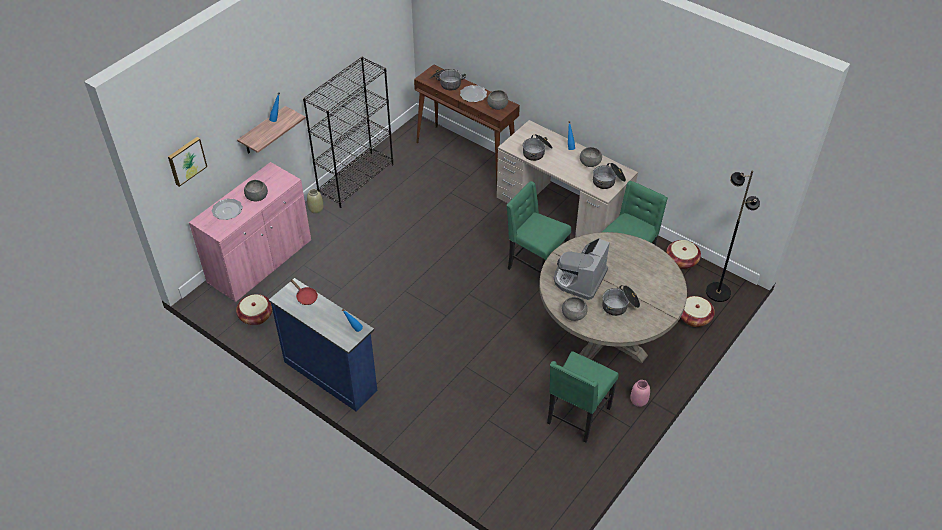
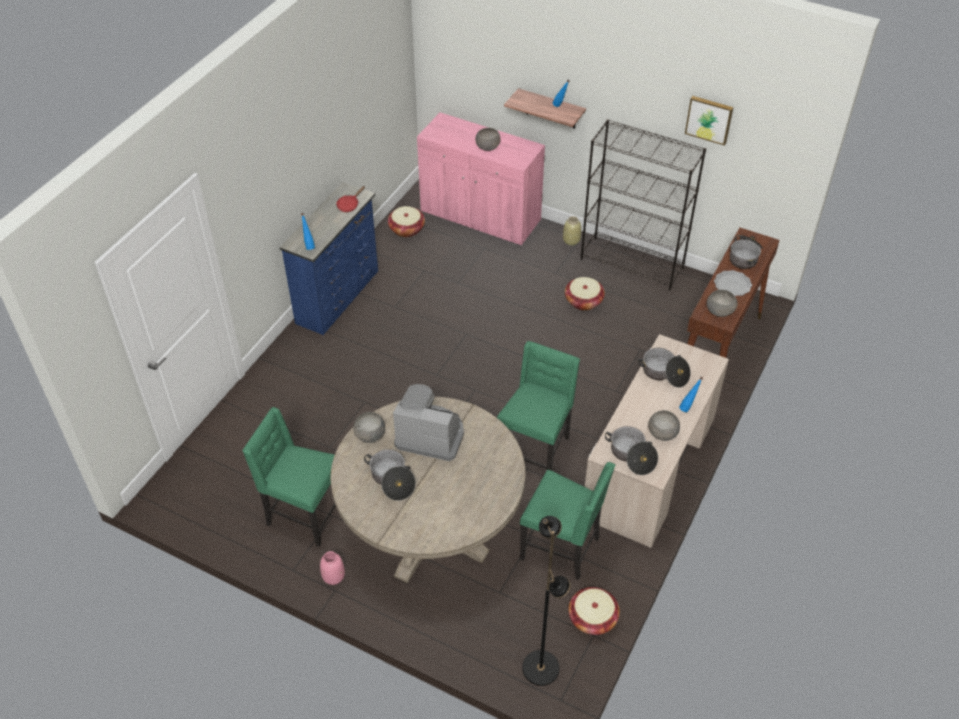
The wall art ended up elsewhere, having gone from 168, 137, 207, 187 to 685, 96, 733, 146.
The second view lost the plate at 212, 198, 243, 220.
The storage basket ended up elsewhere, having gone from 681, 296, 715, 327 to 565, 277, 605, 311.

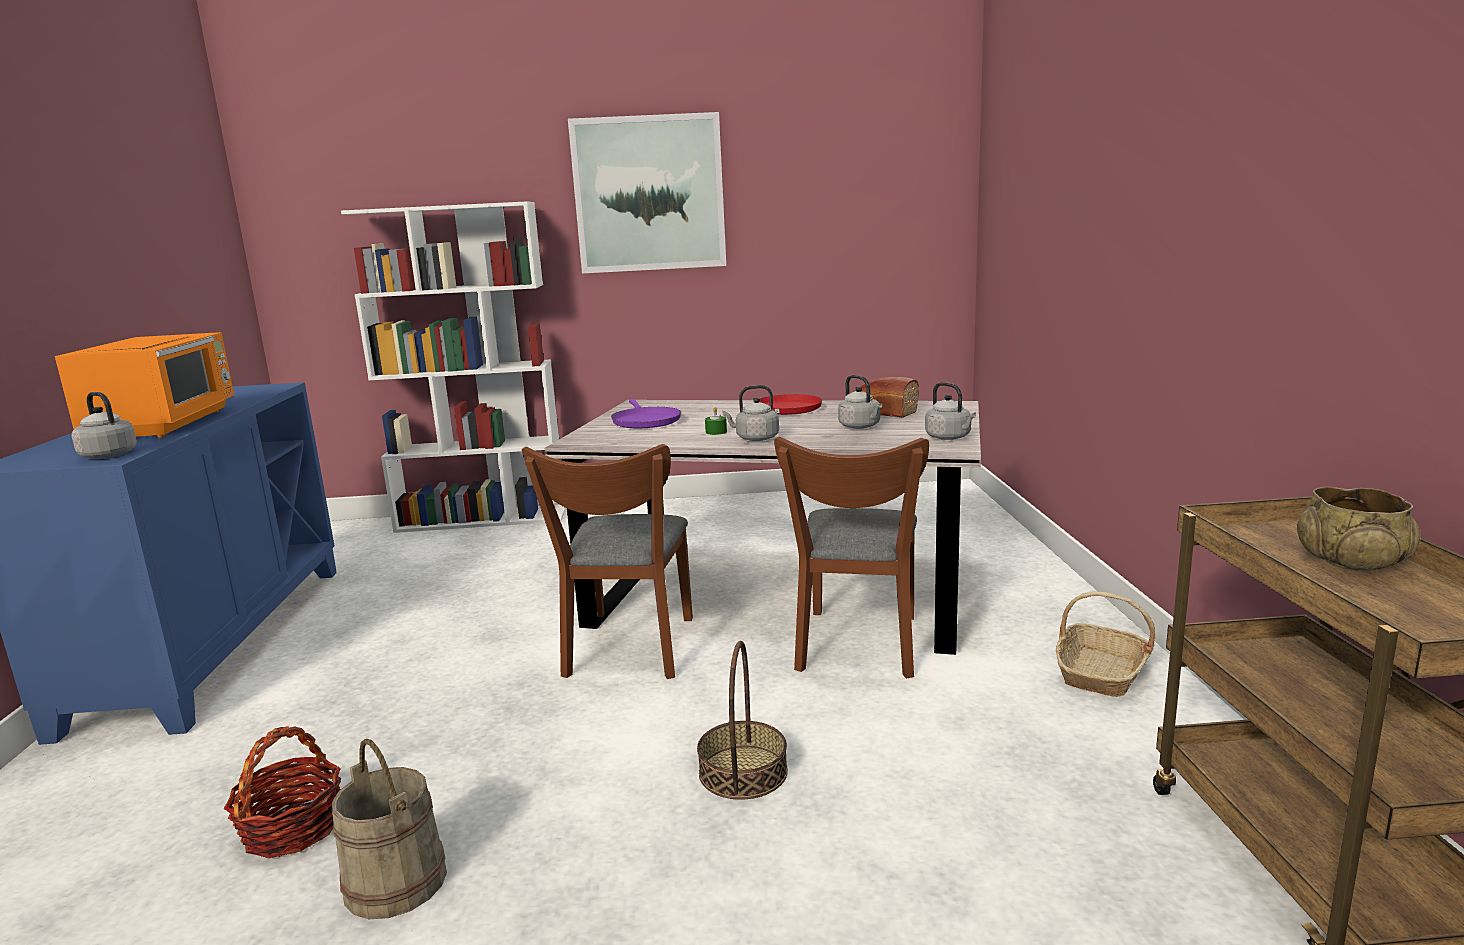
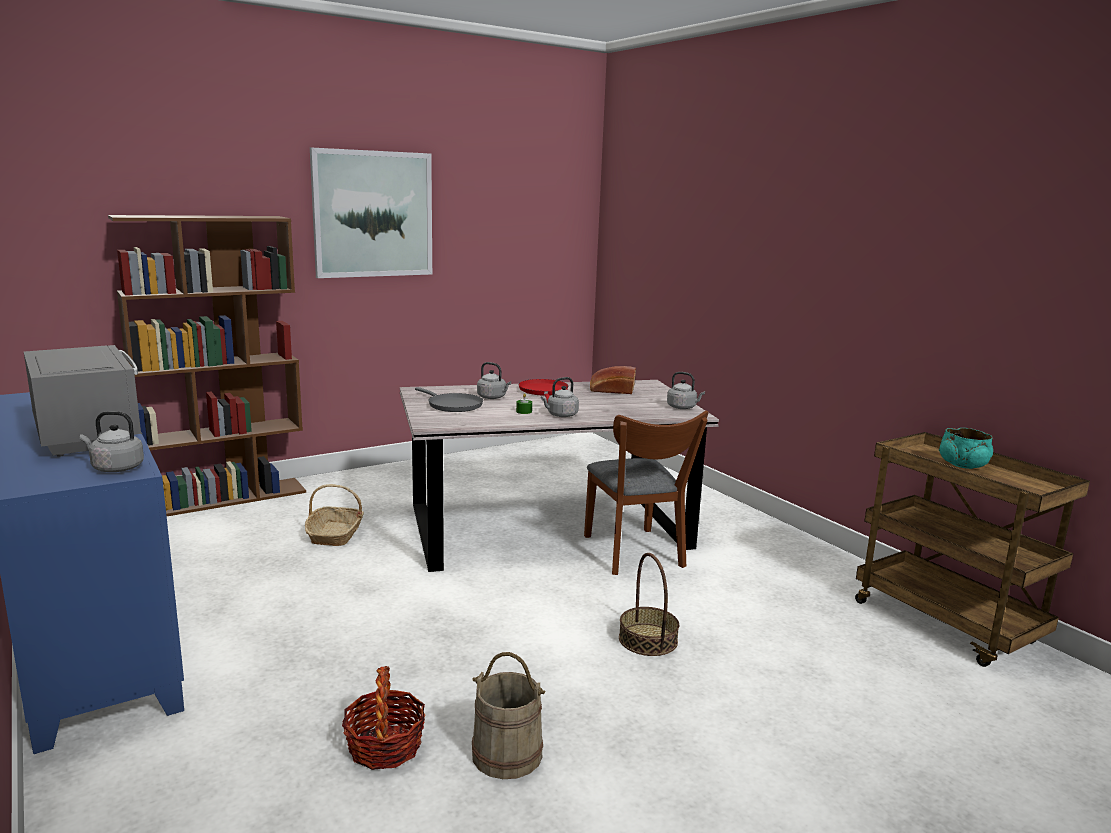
What was the microwave in orangey at 55, 332, 234, 438 turned into the microwave in grey at 24, 345, 142, 457.
What was the bookcase in white-coloured at 341, 201, 566, 533 turned into the bookcase in brown at 108, 215, 306, 516.
The second view lost the upright chair in brown at 522, 444, 693, 679.
What was the frying pan in purple at 611, 399, 681, 428 turned into the frying pan in grey at 415, 387, 483, 412.
The water kettle in grey ended up elsewhere, having gone from 838, 375, 882, 429 to 477, 362, 511, 399.
The storage basket ended up elsewhere, having gone from 1056, 592, 1155, 697 to 305, 484, 364, 546.
What was the serving bowl in beige at 1297, 487, 1420, 571 turned into the serving bowl in blue-green at 939, 428, 993, 469.

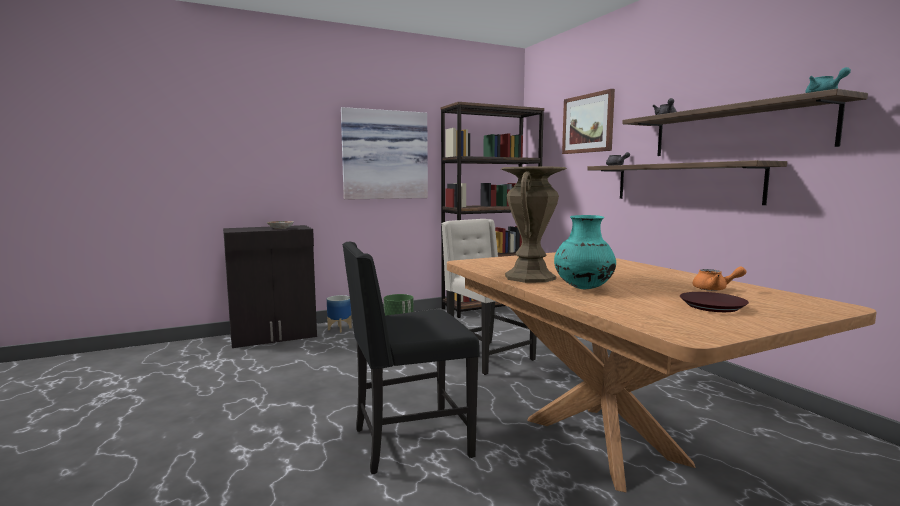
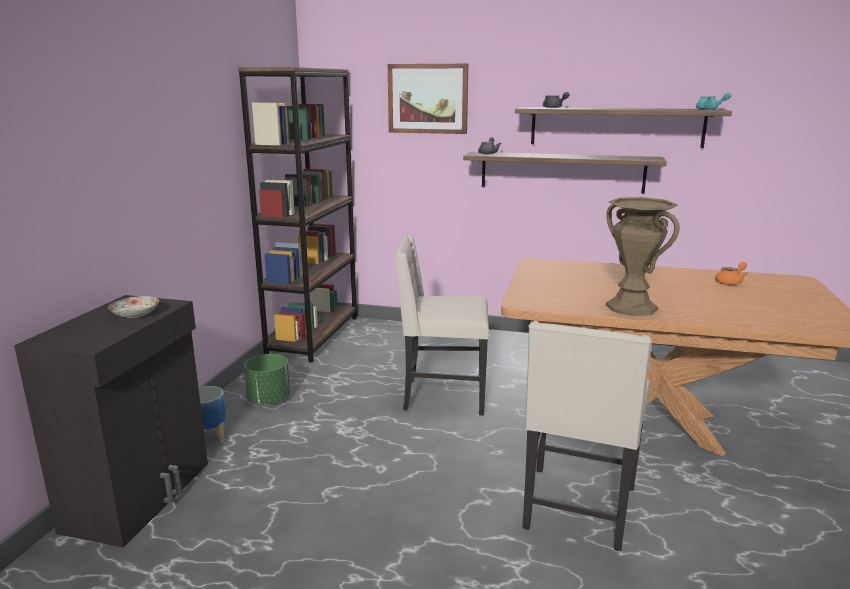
The second view lost the wall art at 341, 107, 428, 200.
What was the upright chair in black-coloured at 342, 242, 480, 474 turned into the upright chair in beige at 523, 321, 652, 551.
The second view lost the decorative vase in blue-green at 554, 215, 616, 289.
The second view lost the plate in brown at 680, 292, 749, 312.

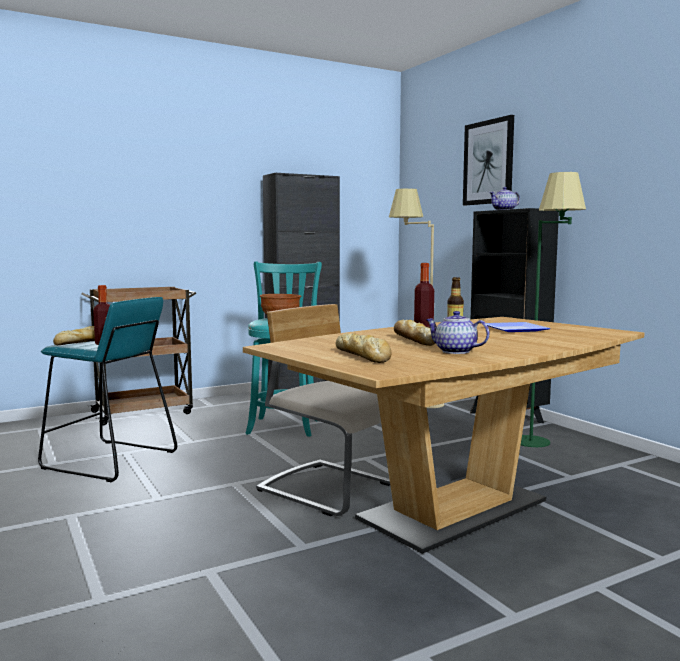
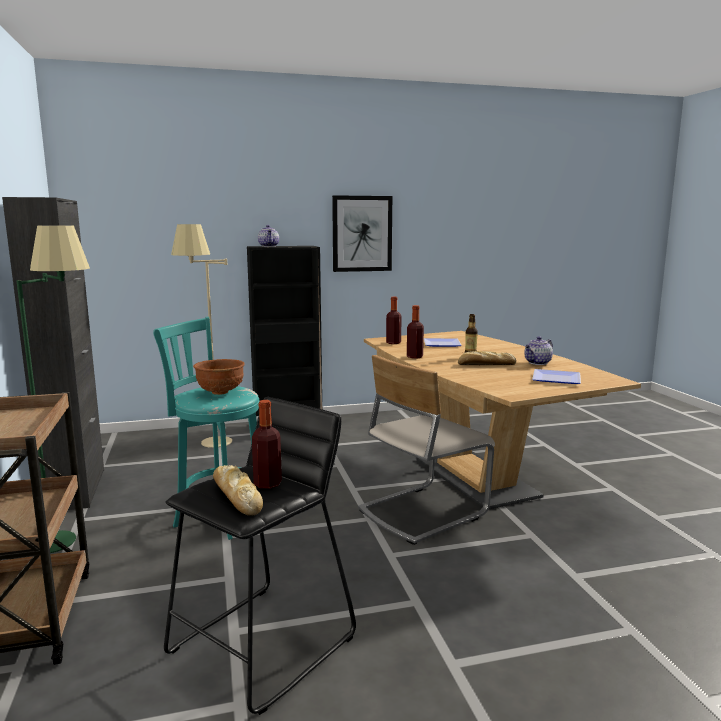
What was the sitting stool in blue-green at 38, 297, 177, 482 turned into the sitting stool in black-coloured at 164, 397, 356, 715.
Where the bread stood at 336, 333, 391, 363, the plate came to stand at 532, 369, 581, 384.
The wall art ended up elsewhere, having gone from 463, 115, 514, 205 to 332, 195, 392, 272.
The floor lamp in green ended up elsewhere, having gone from 521, 172, 586, 447 to 17, 225, 90, 553.
The second view gained the beverage bottle at 386, 297, 402, 344.

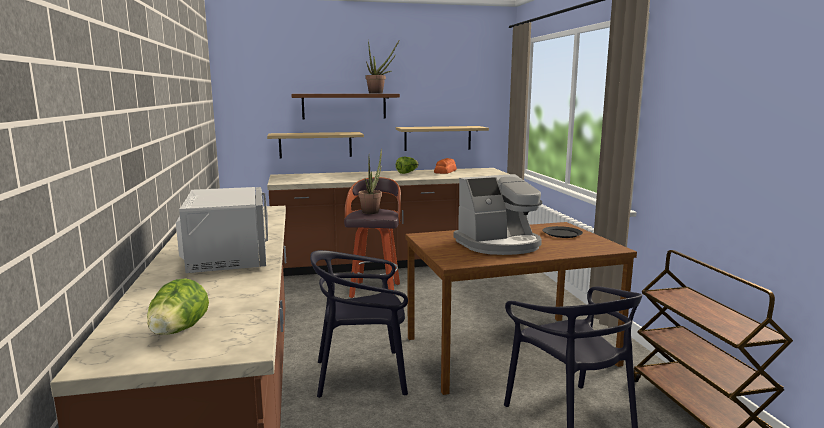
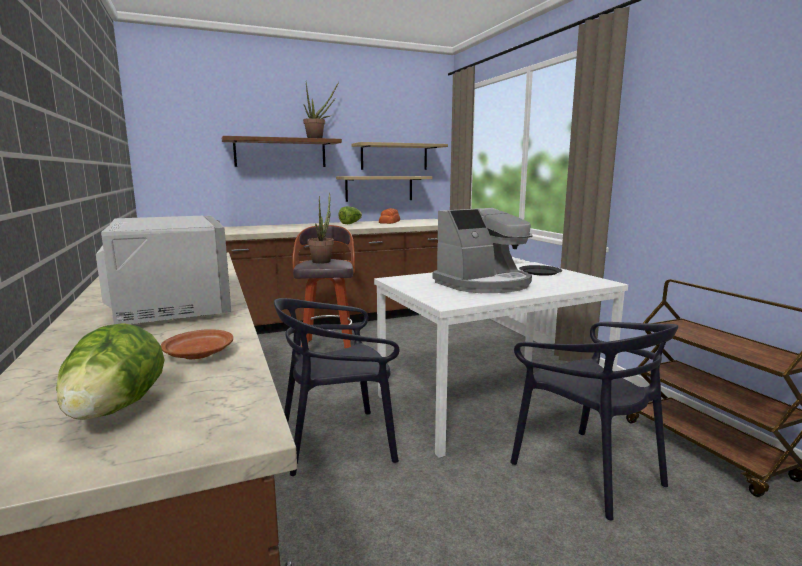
The bracket shelf ended up elsewhere, having gone from 267, 132, 364, 158 to 352, 142, 448, 170.
What was the dining table in brown at 405, 222, 637, 395 turned into the dining table in white-coloured at 374, 262, 628, 458.
The second view gained the plate in brown at 161, 329, 233, 359.

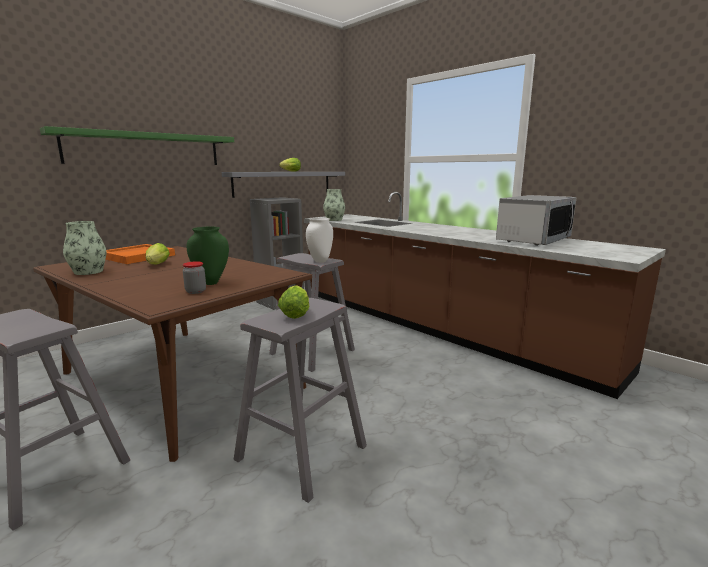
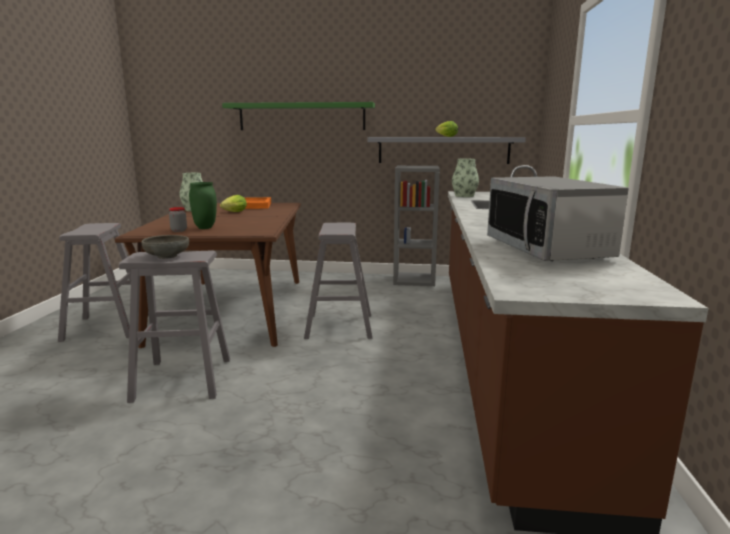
Where the lettuce head stood at 278, 285, 309, 319, the serving bowl in grey came to stand at 141, 235, 189, 259.
The second view lost the decorative vase in white-coloured at 306, 218, 333, 263.
The microwave at 496, 195, 577, 246 ended up facing another way, 75 degrees clockwise from before.

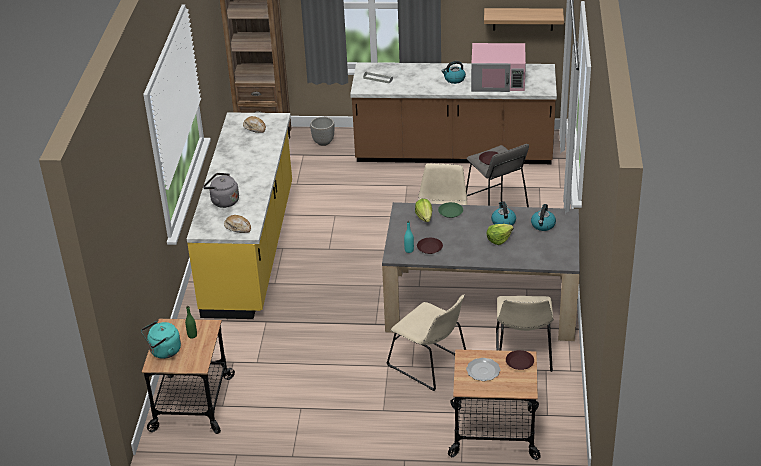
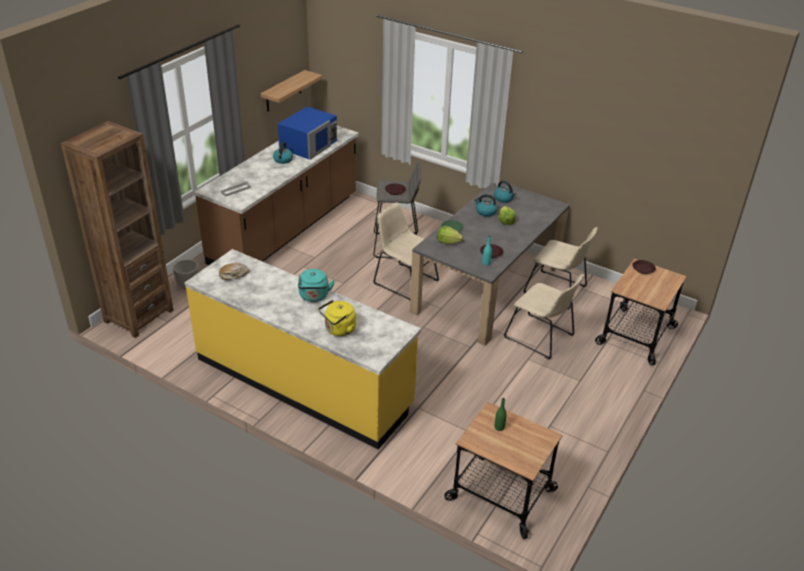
The water kettle in blue-green ended up elsewhere, having gone from 141, 321, 181, 359 to 298, 269, 335, 302.
What was the water kettle in grey at 203, 173, 239, 208 turned into the water kettle in yellowish at 318, 300, 356, 336.
The second view lost the bread at 224, 215, 251, 233.
The upright chair in beige at 387, 295, 466, 391 ended up facing another way, 60 degrees clockwise from before.
The second view lost the plate at 466, 358, 500, 381.
What was the microwave in pinkish at 471, 43, 526, 92 turned into the microwave in blue-coloured at 278, 106, 337, 160.

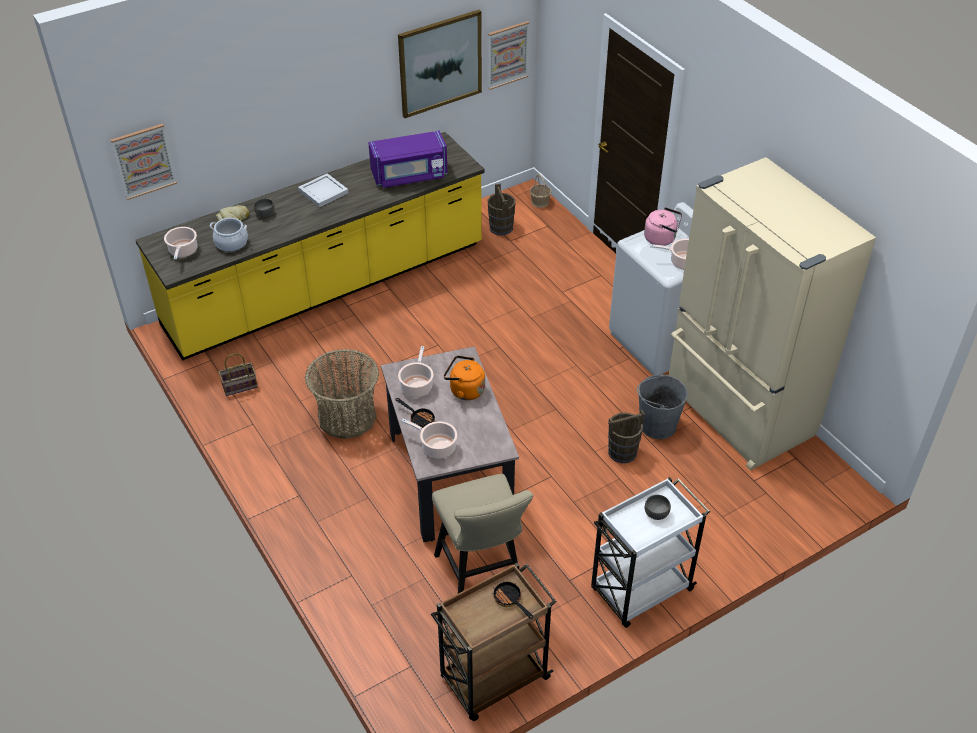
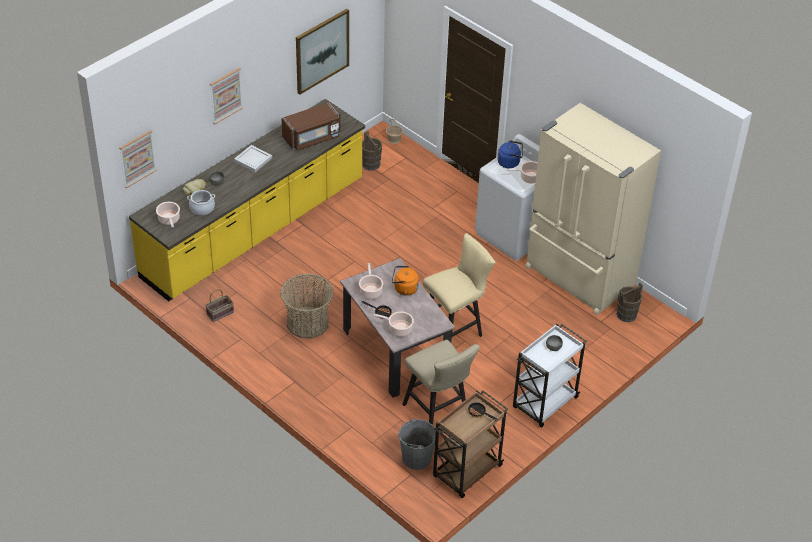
What was the microwave in purple at 368, 131, 448, 188 turned into the microwave in brown at 282, 102, 341, 151.
The wall art ended up elsewhere, having gone from 488, 21, 530, 90 to 210, 68, 243, 125.
The bucket in brown ended up elsewhere, having gone from 608, 410, 645, 463 to 617, 283, 643, 322.
The bucket in grey ended up elsewhere, having gone from 637, 373, 688, 439 to 398, 419, 436, 470.
What was the water kettle in pinkish at 644, 207, 682, 246 turned into the water kettle in blue-coloured at 497, 140, 523, 168.
The second view gained the sitting stool in beige at 423, 233, 496, 339.

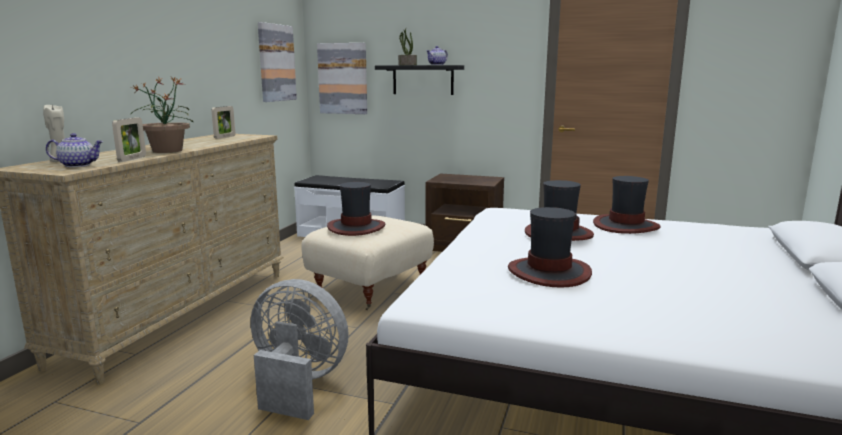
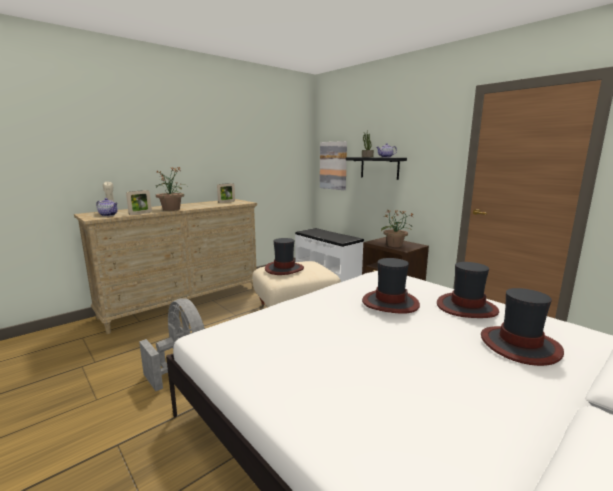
The second view lost the wall art at 258, 22, 297, 102.
The wearable hat ended up elsewhere, having gone from 508, 207, 592, 288 to 481, 288, 564, 366.
The second view gained the plant in a pot at 381, 209, 413, 247.

